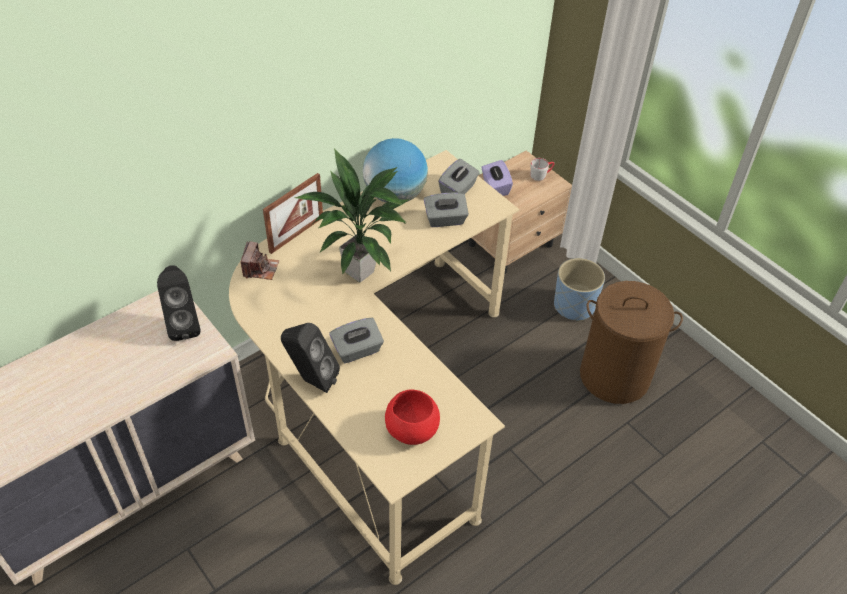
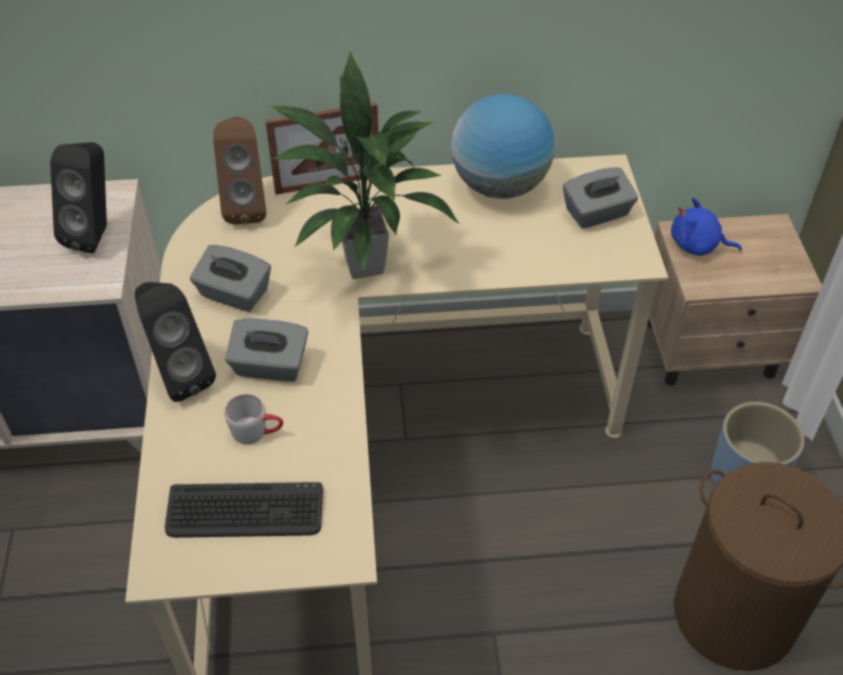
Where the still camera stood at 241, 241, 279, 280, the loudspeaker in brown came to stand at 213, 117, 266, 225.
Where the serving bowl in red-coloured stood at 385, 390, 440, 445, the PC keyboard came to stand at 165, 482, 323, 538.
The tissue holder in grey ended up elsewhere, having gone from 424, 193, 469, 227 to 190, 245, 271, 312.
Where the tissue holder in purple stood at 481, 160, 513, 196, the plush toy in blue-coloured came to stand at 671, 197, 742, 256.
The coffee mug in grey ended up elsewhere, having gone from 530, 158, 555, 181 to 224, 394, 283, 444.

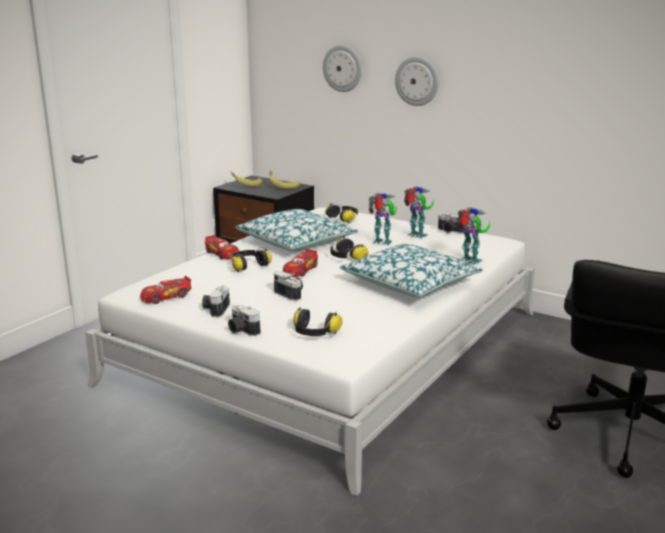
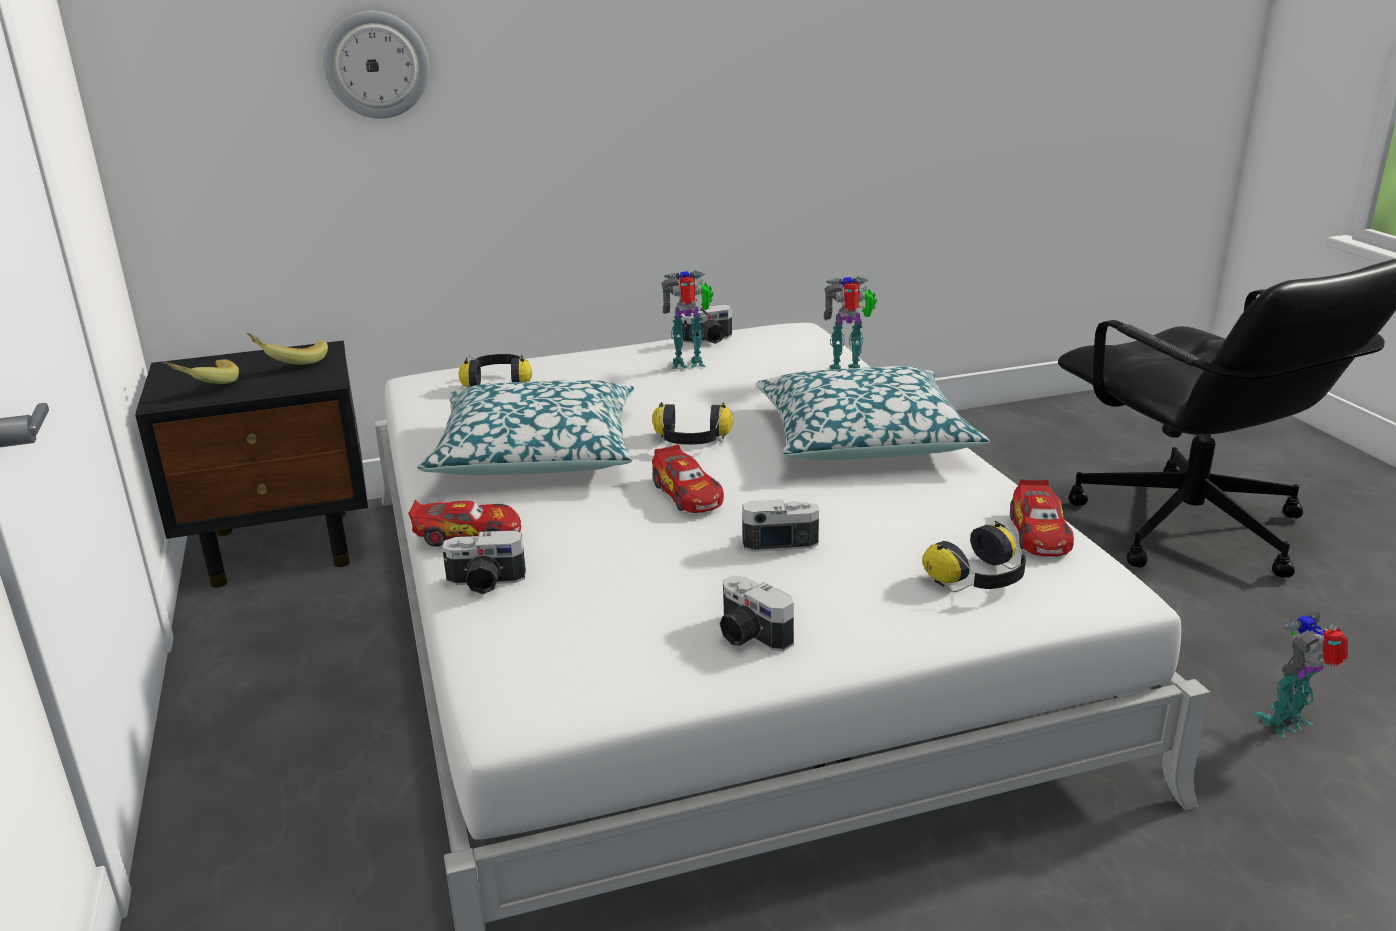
The miniature car ended up elsewhere, having gone from 140, 275, 191, 304 to 1010, 479, 1074, 557.
The still camera ended up elsewhere, having gone from 228, 304, 261, 336 to 442, 530, 526, 594.
The second view lost the headset at 232, 247, 272, 272.
The robot figure ended up elsewhere, having gone from 369, 193, 397, 246 to 1254, 611, 1348, 737.
The second view lost the wall clock at 395, 57, 439, 106.

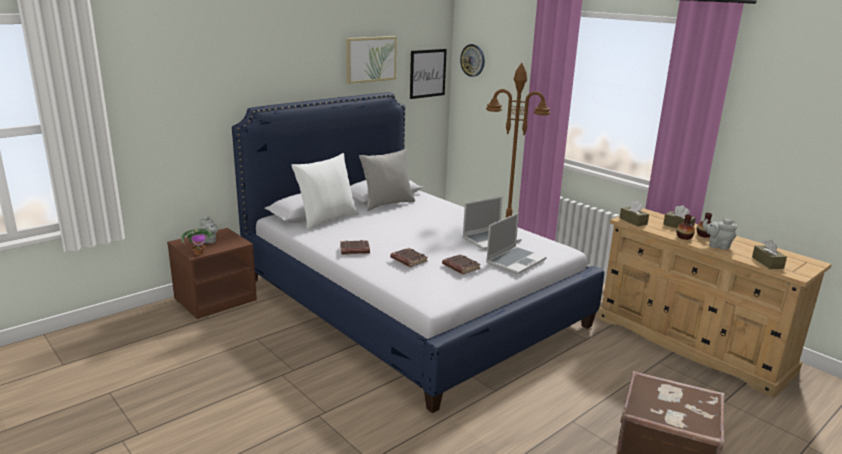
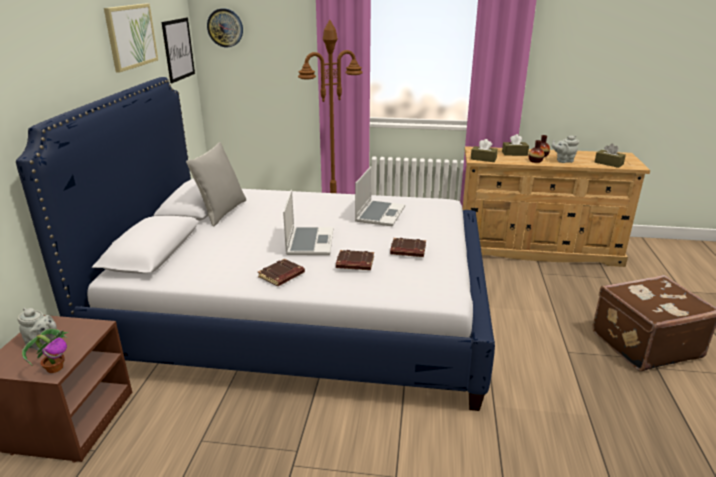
The second view lost the throw pillow in white-coloured at 291, 153, 359, 230.
The laptop ended up elsewhere, having gone from 486, 213, 547, 275 to 283, 190, 333, 255.

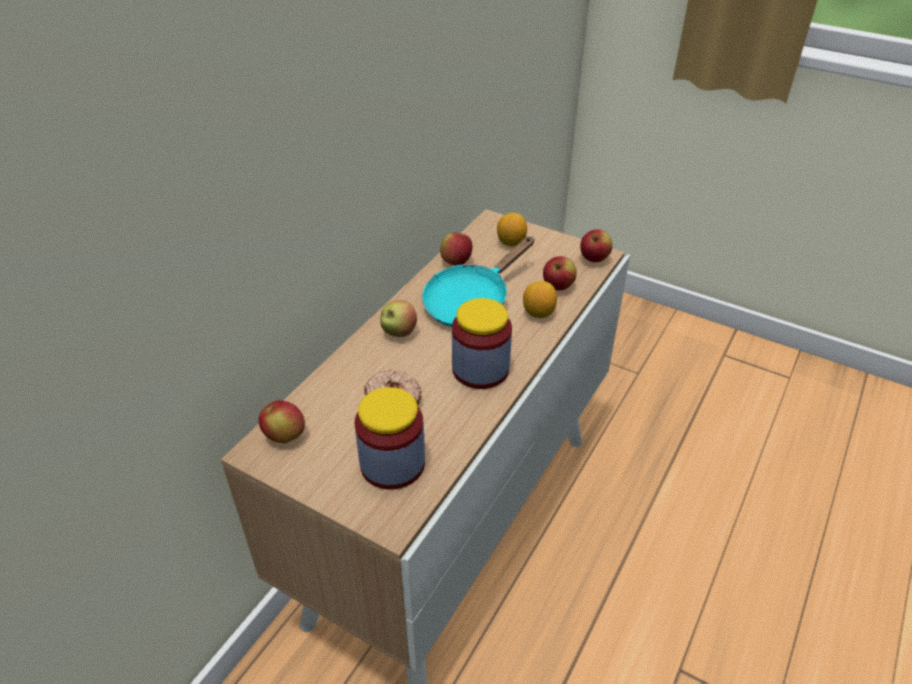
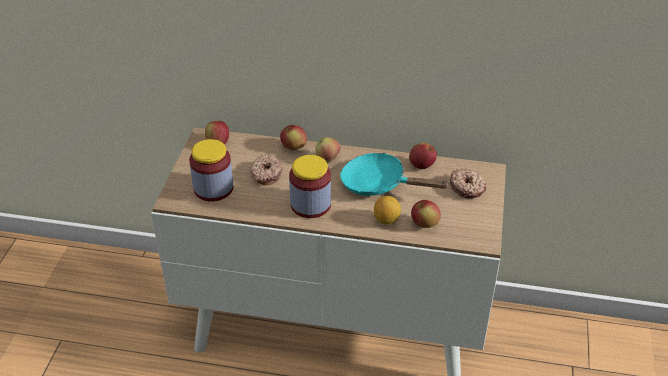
Where the whole lemon stood at 497, 213, 527, 246, the ring doughnut came to stand at 450, 168, 486, 199.
The apple ended up elsewhere, having gone from 580, 229, 613, 262 to 280, 125, 307, 150.

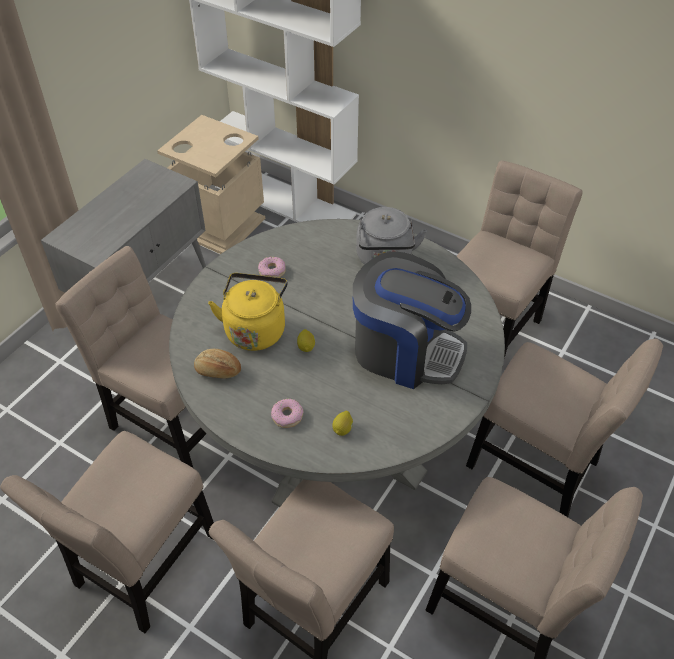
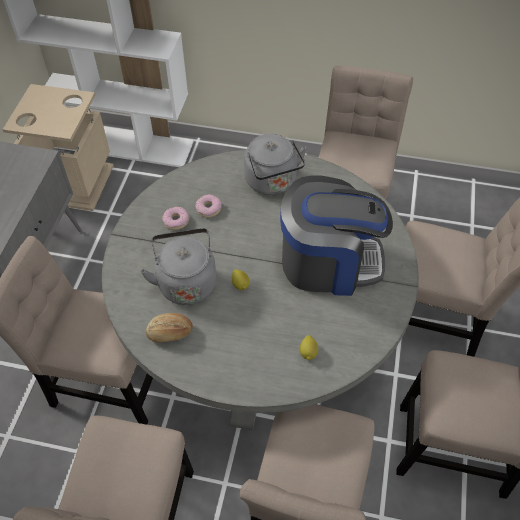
What was the water kettle in yellowish at 208, 273, 288, 351 turned into the water kettle in grey at 140, 228, 216, 305.
The ring doughnut ended up elsewhere, having gone from 271, 399, 304, 428 to 196, 194, 221, 218.

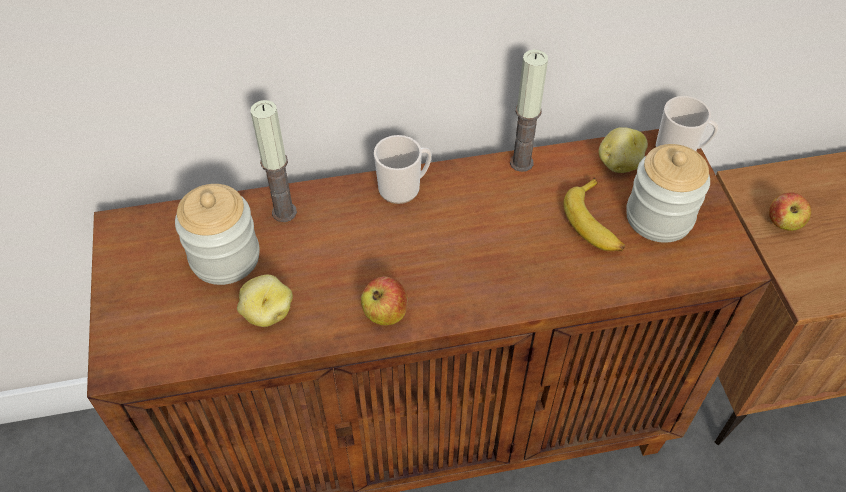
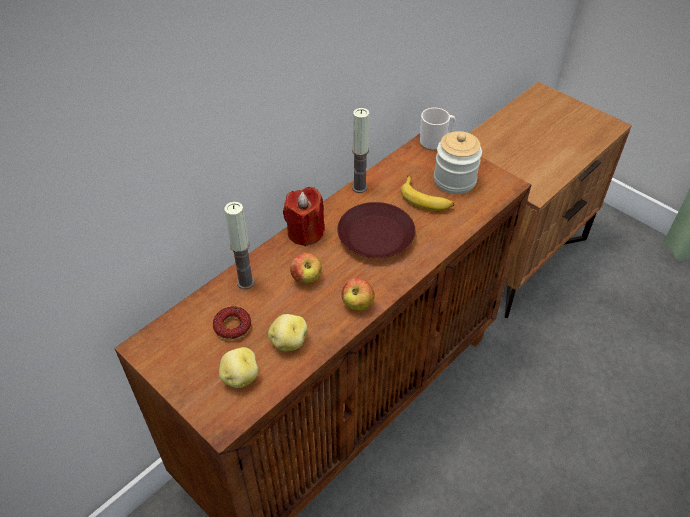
Where the jar stood at 175, 184, 260, 285, the ring doughnut came to stand at 213, 306, 251, 340.
Where the coffee mug stood at 374, 135, 432, 204, the candle in red-coloured came to stand at 283, 187, 325, 247.
The potato ended up elsewhere, having gone from 599, 127, 648, 173 to 219, 347, 258, 388.
The apple ended up elsewhere, having gone from 769, 193, 811, 231 to 290, 253, 322, 284.
The second view gained the plate in brown at 337, 202, 415, 258.

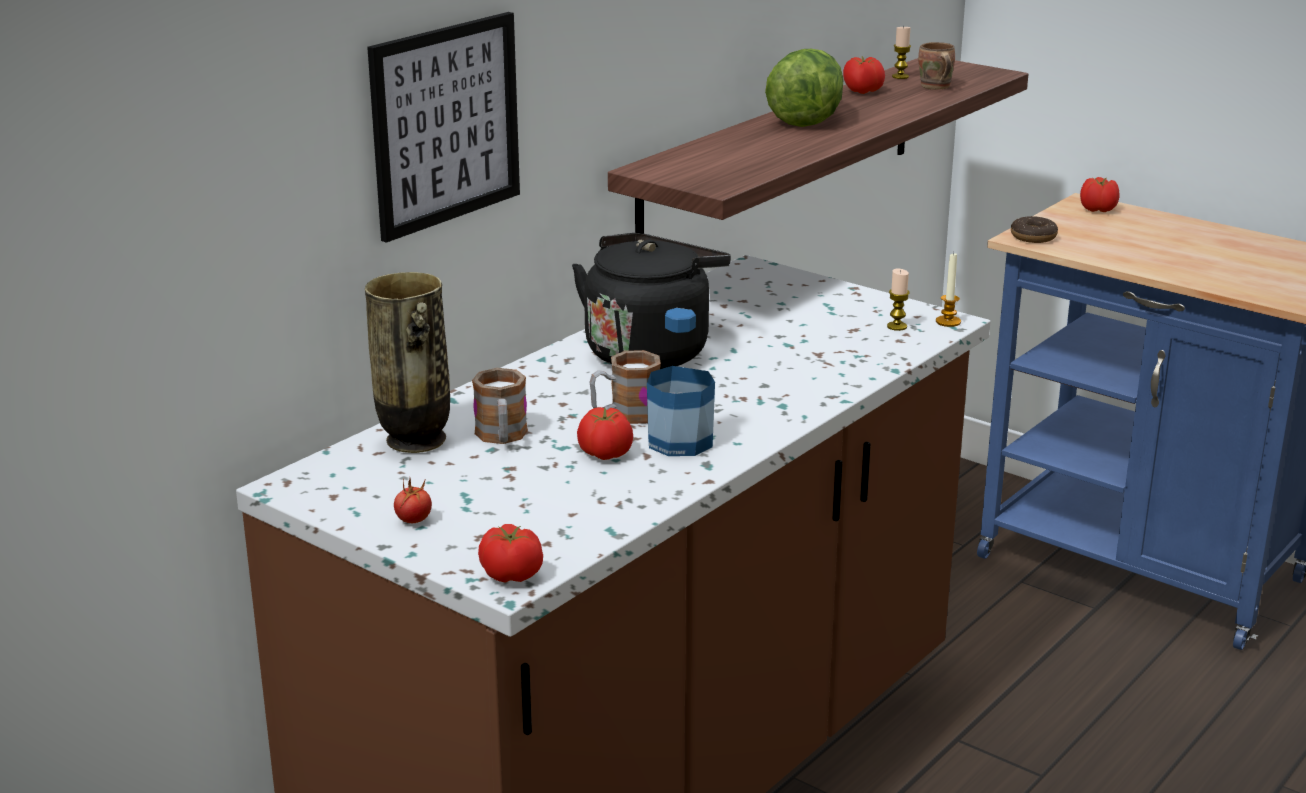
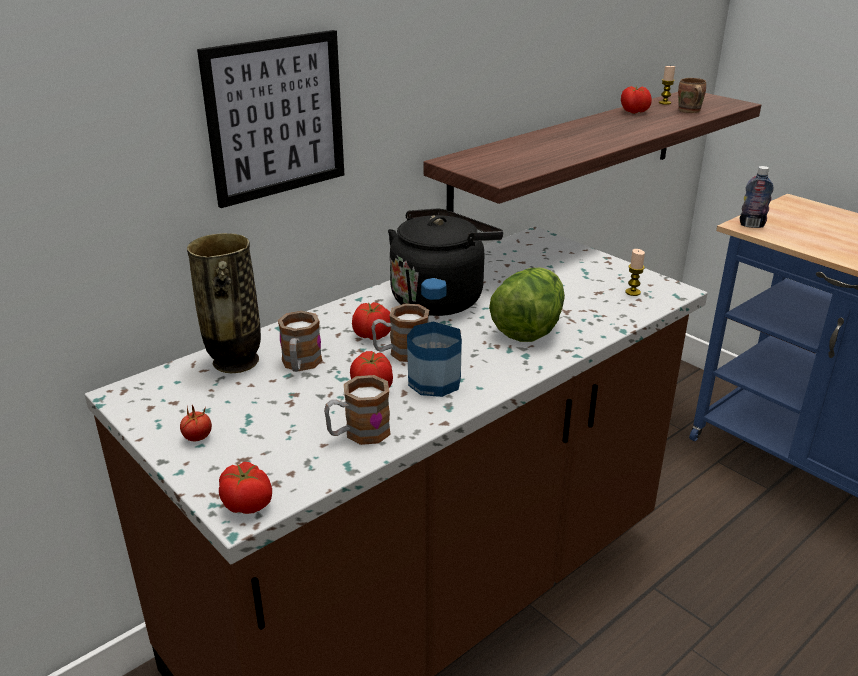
The lettuce head ended up elsewhere, having gone from 765, 49, 844, 127 to 489, 267, 565, 342.
The second view lost the candle at 936, 252, 961, 327.
Where the ring doughnut stood at 1011, 216, 1058, 243, the beverage bottle came to stand at 740, 166, 774, 228.
The whole tomato ended up elsewhere, having gone from 1080, 177, 1120, 212 to 352, 302, 391, 340.
The second view gained the coffee mug at 324, 375, 391, 445.

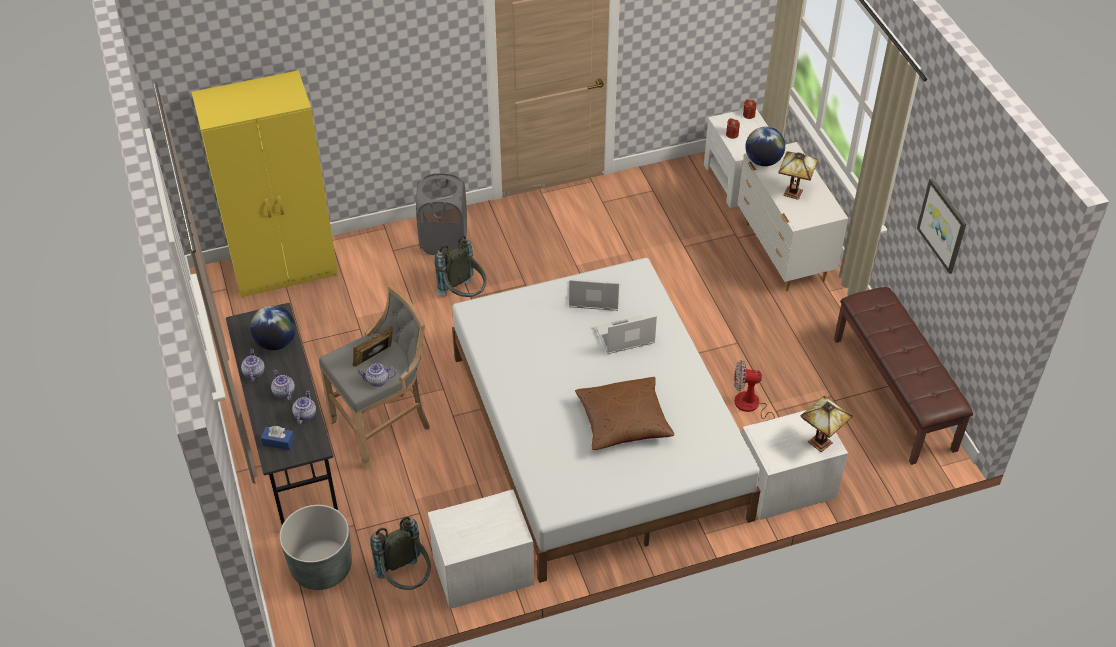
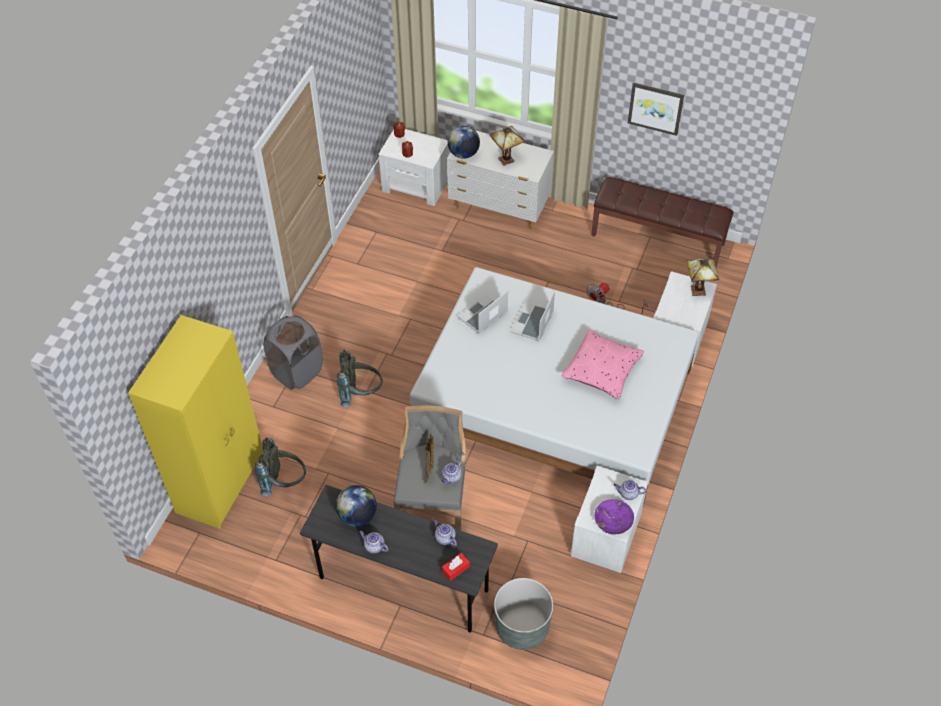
What was the tissue holder in blue-coloured at 261, 426, 295, 450 turned into the tissue holder in red-coloured at 442, 553, 470, 581.
The tea pot ended up elsewhere, having gone from 271, 369, 295, 400 to 614, 480, 646, 500.
The knapsack in grey ended up elsewhere, having gone from 370, 517, 431, 590 to 255, 437, 306, 496.
What was the throw pillow in brown at 575, 377, 674, 450 turned into the throw pillow in pinkish at 561, 329, 644, 400.
The second view gained the serving bowl in purple at 594, 499, 634, 535.

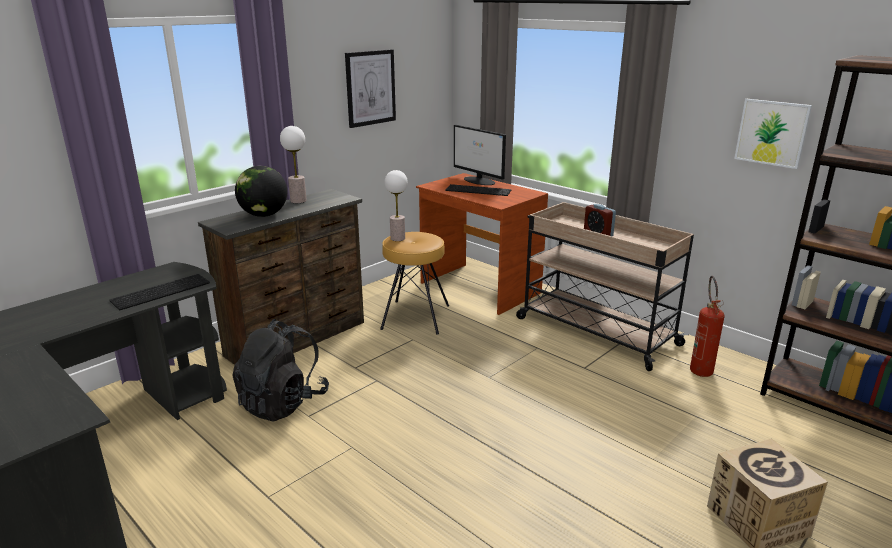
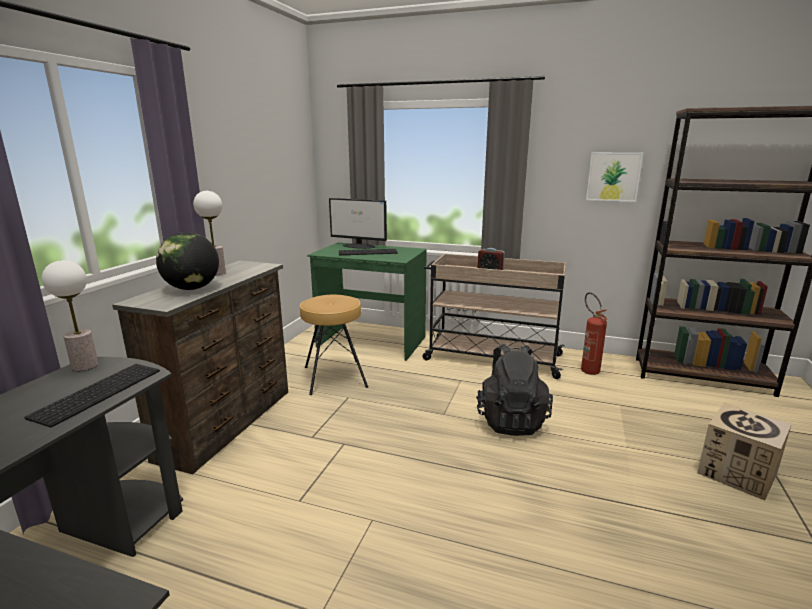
The knapsack in black-coloured ended up elsewhere, having gone from 232, 319, 329, 422 to 476, 344, 553, 436.
The second view lost the wall art at 345, 49, 396, 128.
The tabletop lamp ended up elsewhere, having gone from 385, 170, 408, 241 to 42, 260, 98, 371.
What was the desk in brown at 416, 173, 548, 315 turned into the desk in green at 307, 243, 427, 361.

